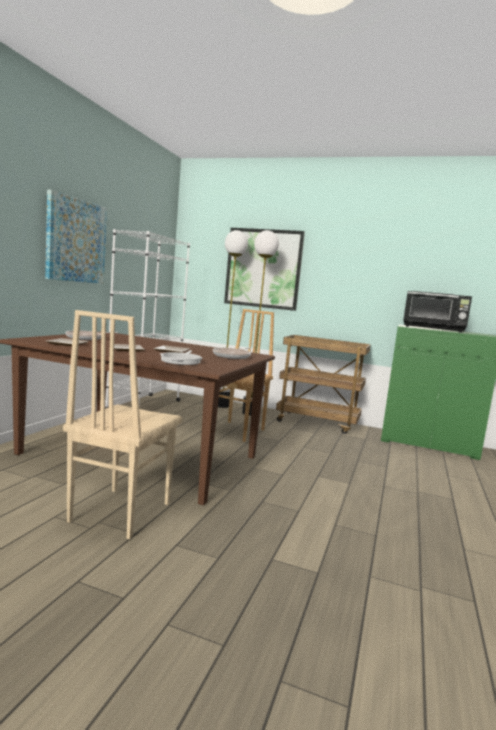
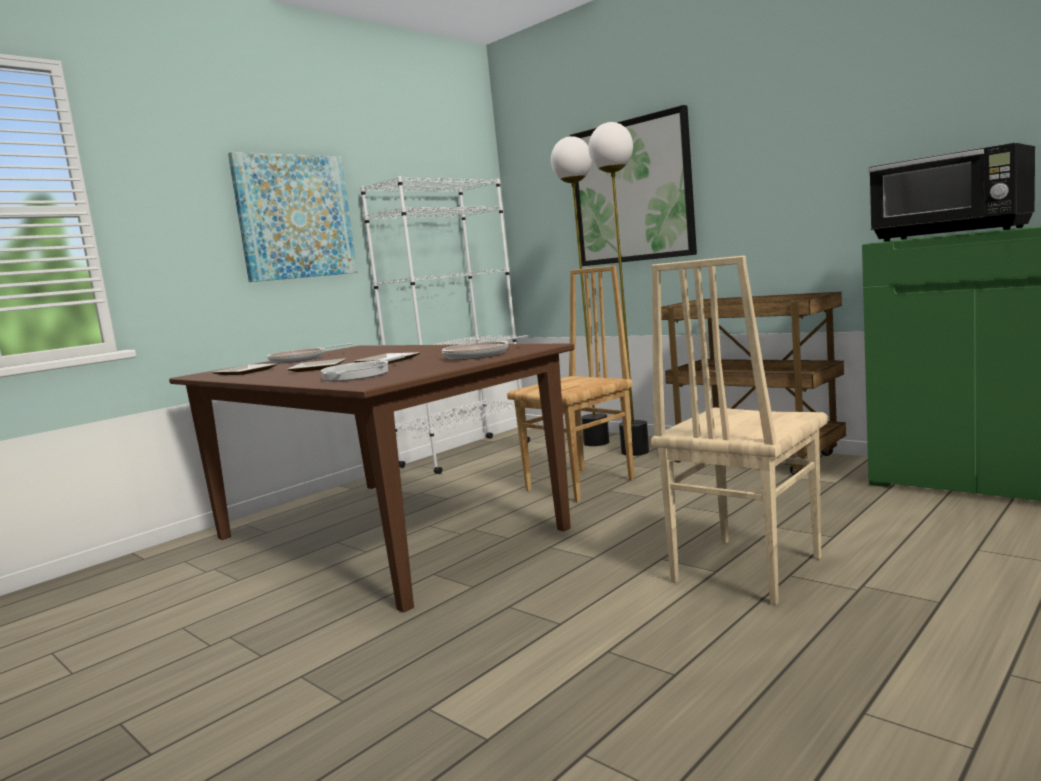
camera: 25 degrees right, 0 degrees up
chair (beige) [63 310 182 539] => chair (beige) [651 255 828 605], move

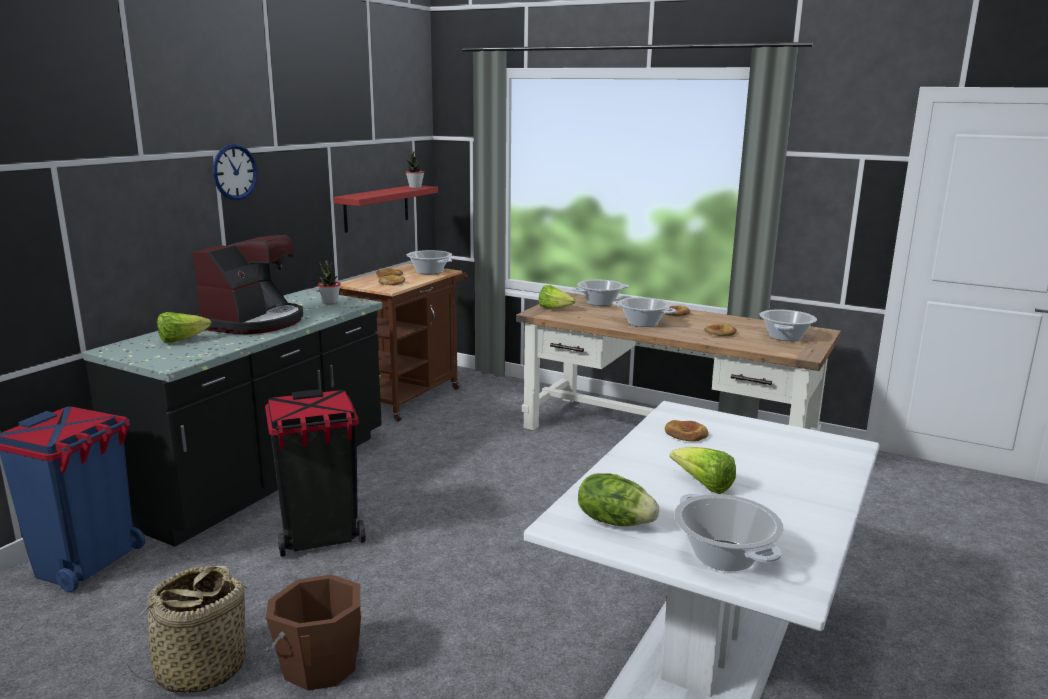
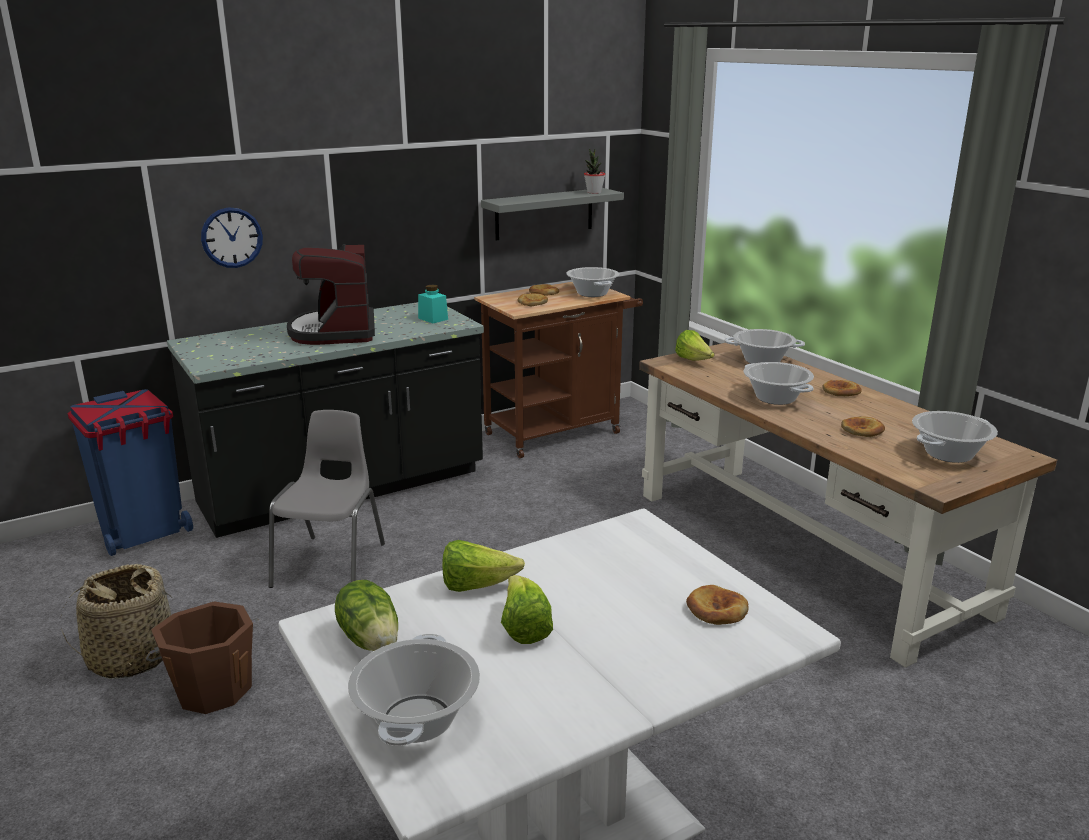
camera: 30 degrees right, 5 degrees up
lettuce [157 312 211 343] => lettuce [442 540 525 592], move
coffee machine [192 235 303 334] => coffee machine [287 244 375 345], 120 degrees clockwise
wall clock [213 144 258 200] => wall clock [201 207 263 268], move
trash can (black) [265 389 366 557] => chair (grey) [269 410 385 588]
potted plant [318 260 341 304] => jar (turquoise) [418 285 448 323]
shelf (red) [333 186 438 233] => shelf (grey) [481 188 624 240]
bread [665 420 708 442] => bread [686 585 749 625], move

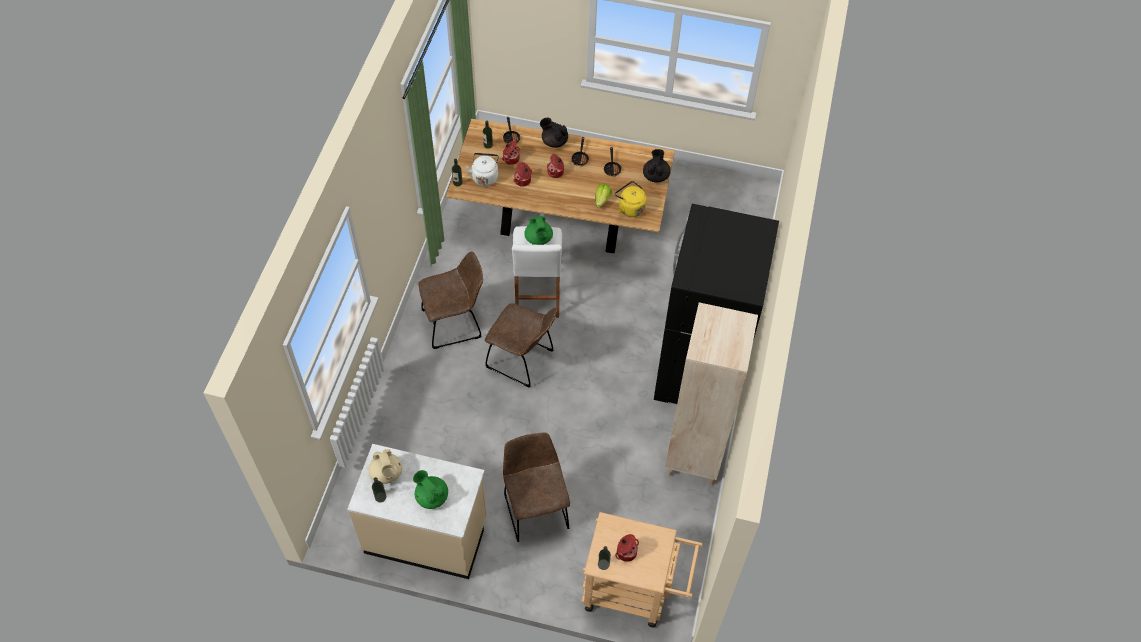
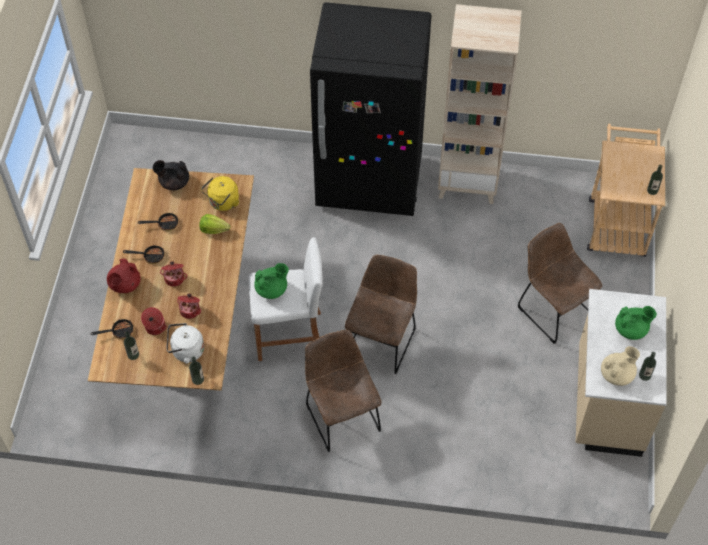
camera: 95 degrees left, 0 degrees up
teapot (green) [413 470 448 509] => teapot (green) [615 306 657 340], 135 degrees counterclockwise
chair (brown) [503 432 570 542] => chair (brown) [518 223 602 344], 75 degrees clockwise
teapot (black) [540 118 568 148] => teapot (red) [107 258 141 293]
cooking pot [615 534 639 562] => nothing

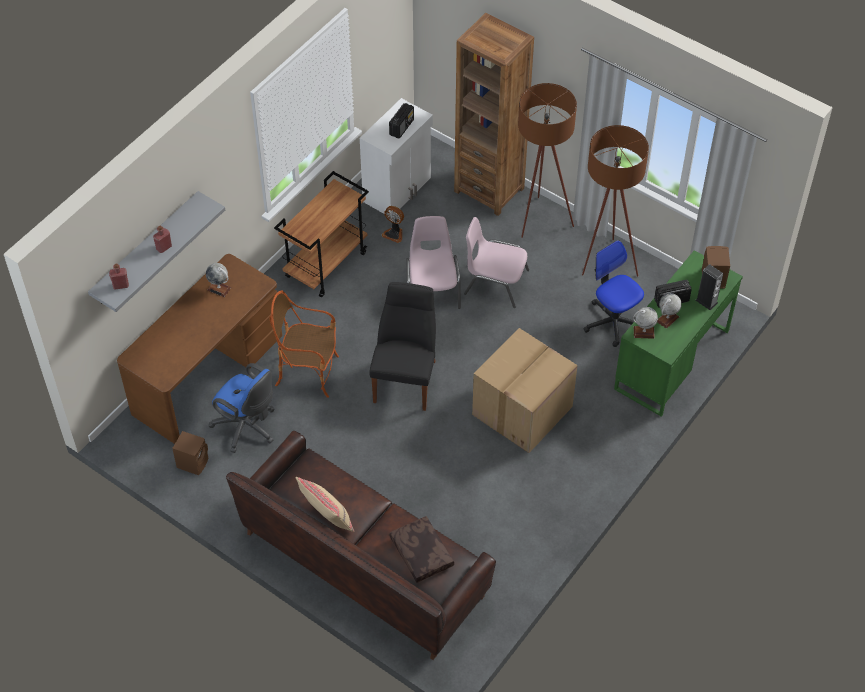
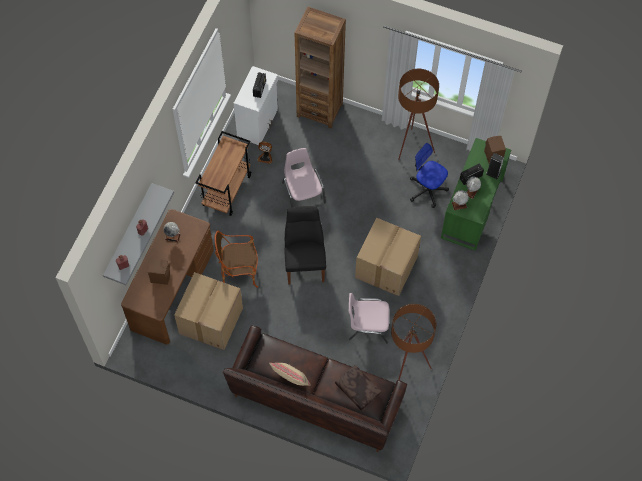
camera: 15 degrees left, 10 degrees up
speaker (brown) [172 431 208 475] => speaker (brown) [148 259 170 285], move
office chair (blue) [209 363 274 453] => cardboard box [174 272 243 350]
chair (pink) [464 217 529 308] => chair (pink) [349 293 389 343], move
floor lamp (brown) [518 83 577 238] => floor lamp (brown) [391 304 436 380], move

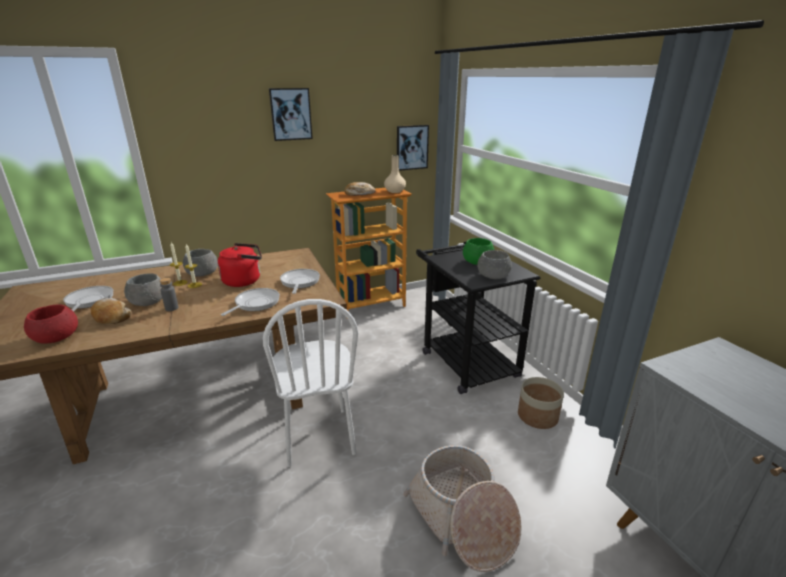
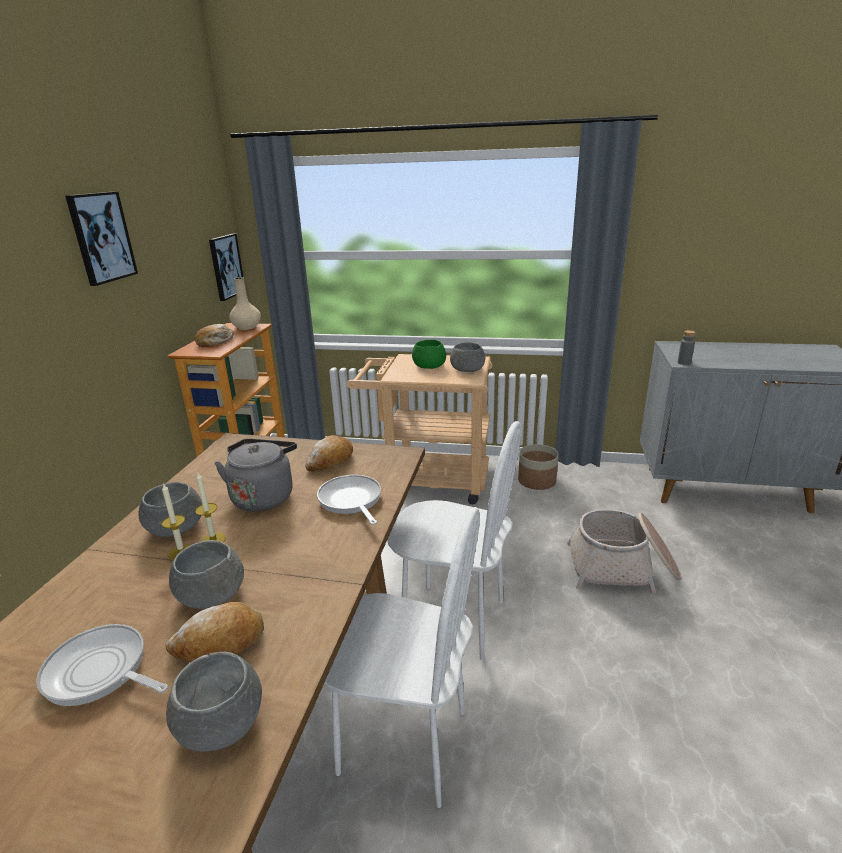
camera: 55 degrees left, 0 degrees up
bowl (red) [24 304 78 344] => bowl (grey) [166 652 262 752]
bottle (grey) [160 278 179 311] => bottle (grey) [678 330 696 365], move
kettle (red) [218 243 262 287] => kettle (grey) [214 439 297 512]
frying pan [280 269 320 294] => bread [305 435 353 471]
cart (black) [416 242 541 394] => cart (beige) [347 354 492 504]
nothing => chair (white) [324 507 480 808]

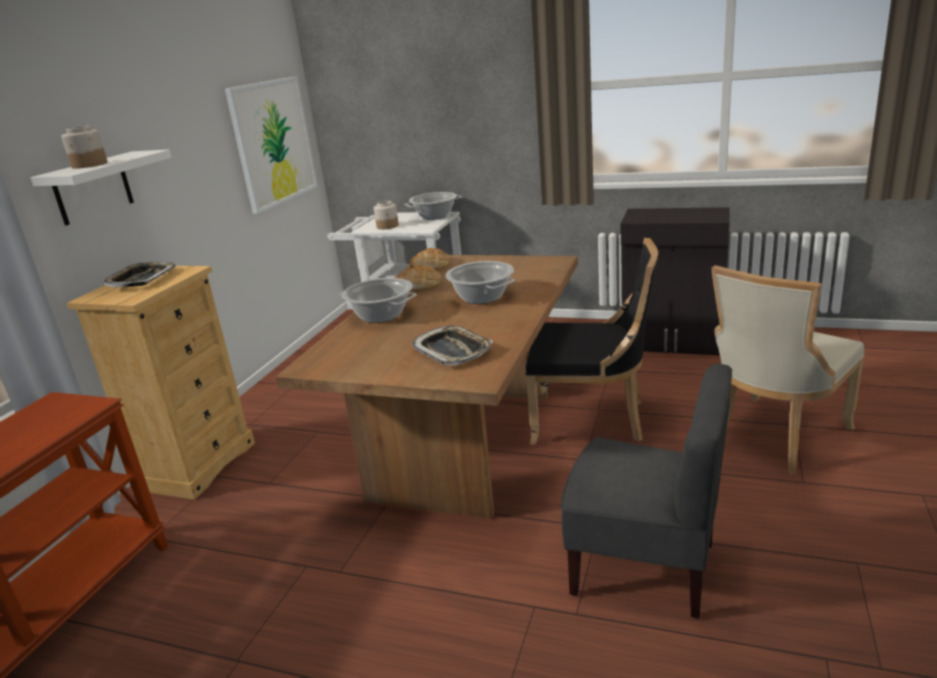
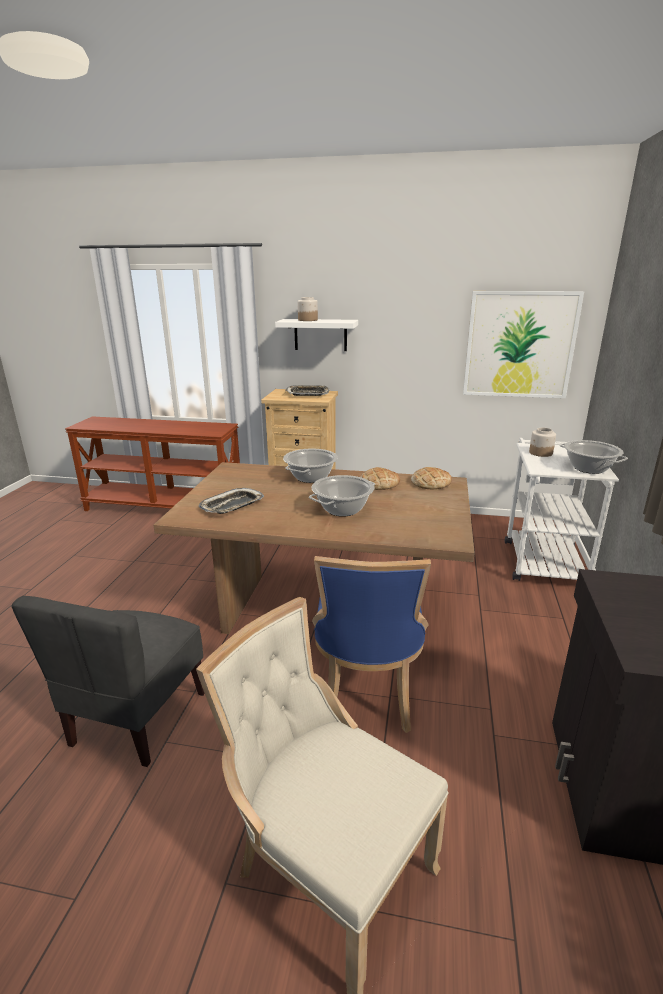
camera: 80 degrees right, 0 degrees up
chair (black) [526 238 658 445] => chair (blue) [312 556 431 733]

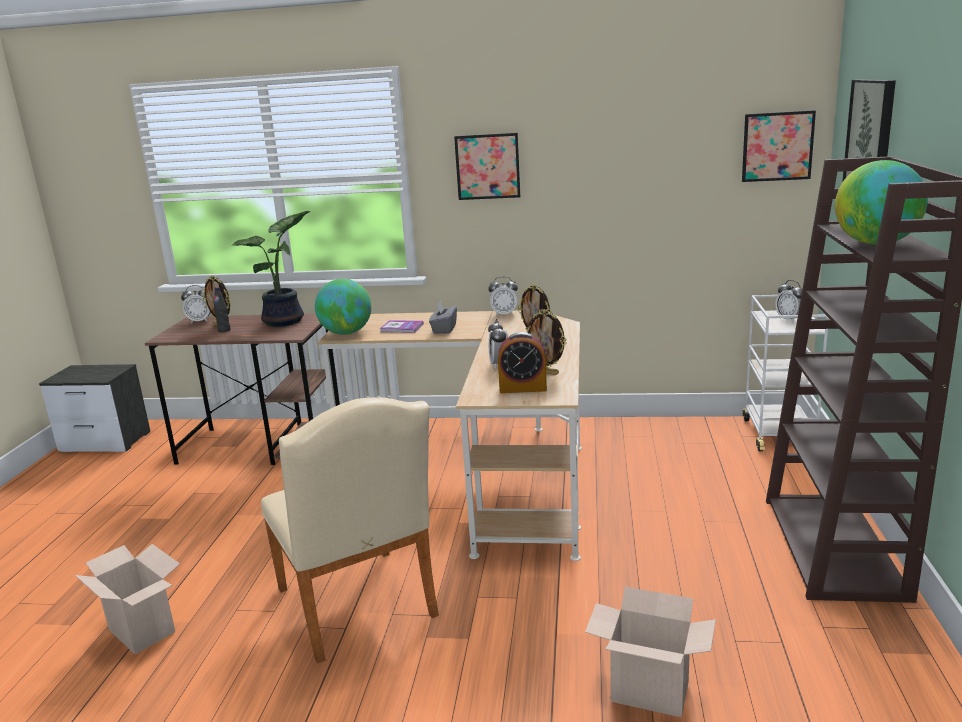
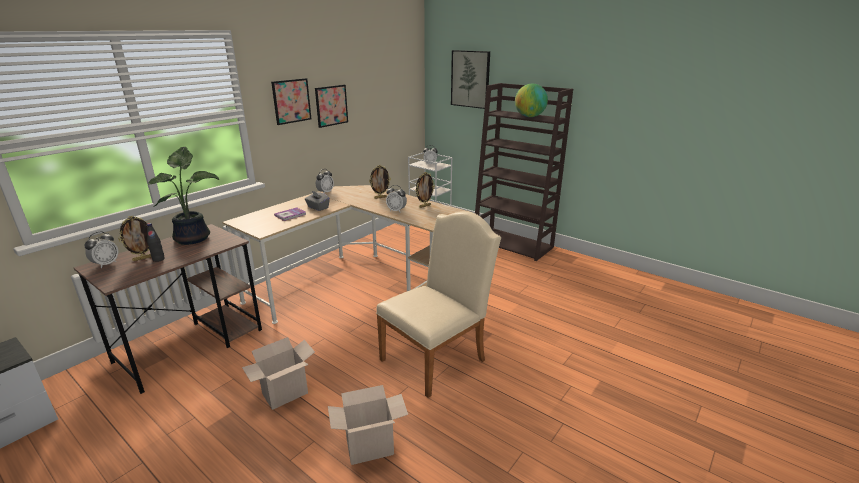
camera: 60 degrees left, 5 degrees up
chair (beige) [261 397 439 663] => chair (beige) [376 211 501 398], 45 degrees counterclockwise
globe [315 279 372 335] => nothing
alarm clock [498 332 547 393] => nothing
cardboard box [585 587 716 717] => cardboard box [242 337 315 410], move
picture [742 110 816 182] => picture [315 85 348 128], move

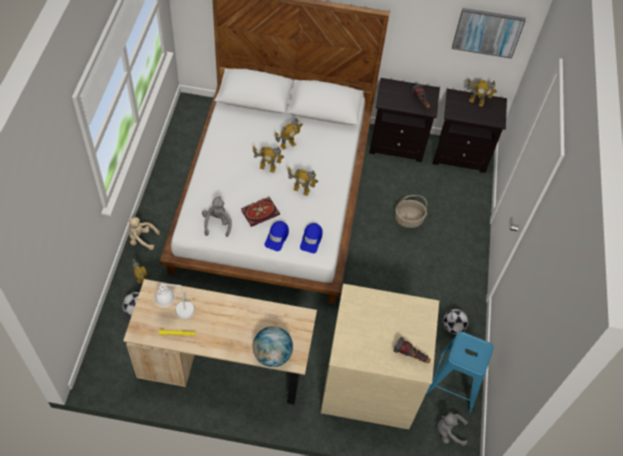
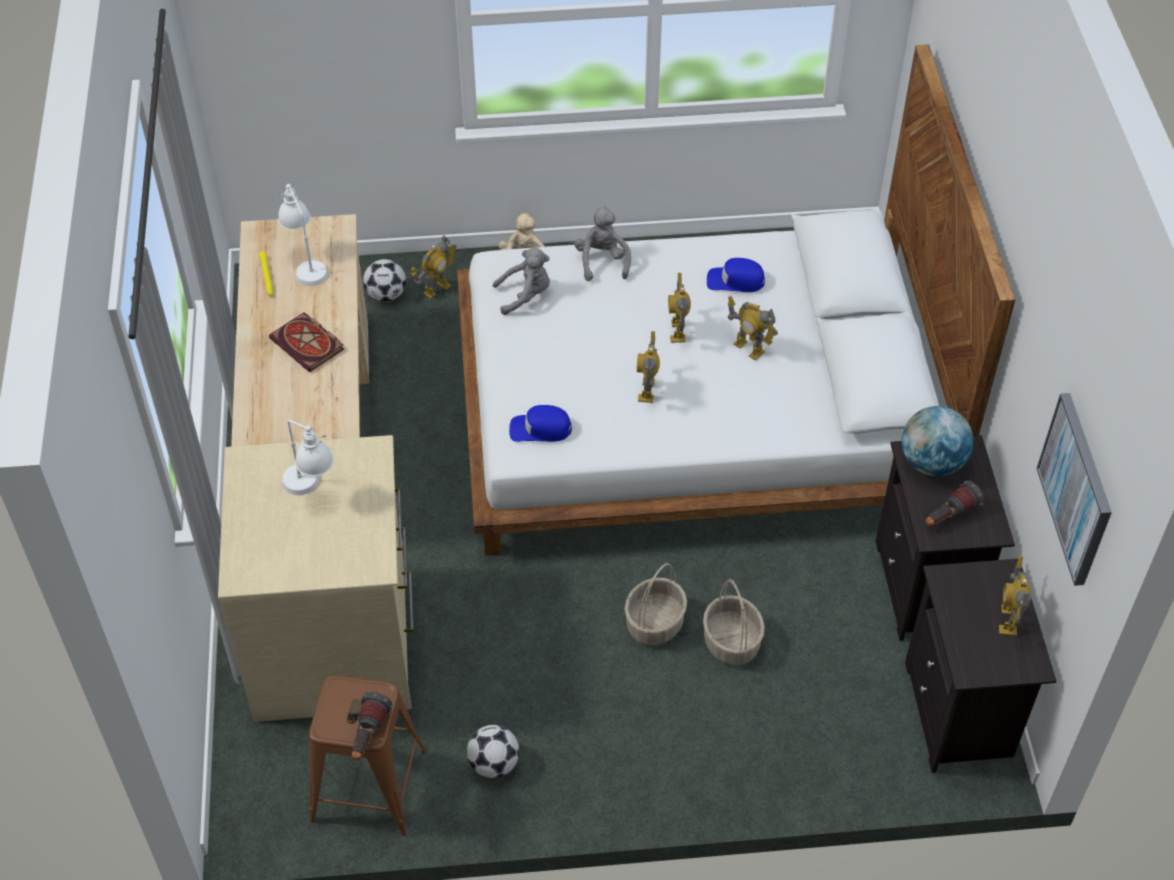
camera: 80 degrees right, 5 degrees down
book [241 197 280 227] => book [269 312 344 372], move
globe [253 326 293 367] => globe [902 406 974 477], move
cap (blue) [264 221 289 251] => cap (blue) [707 258 765 292], move
flashlight [394 337 431 363] => flashlight [352 692 393 760], move
stool (blue) [426 331 493 413] => stool (brown) [309 675 426 836]
plush toy (grey) [437 413 468 446] => plush toy (grey) [574 207 631 281], move
nothing => table lamp (white) [282 420 333 495]
nothing => basket [625 563 687 645]

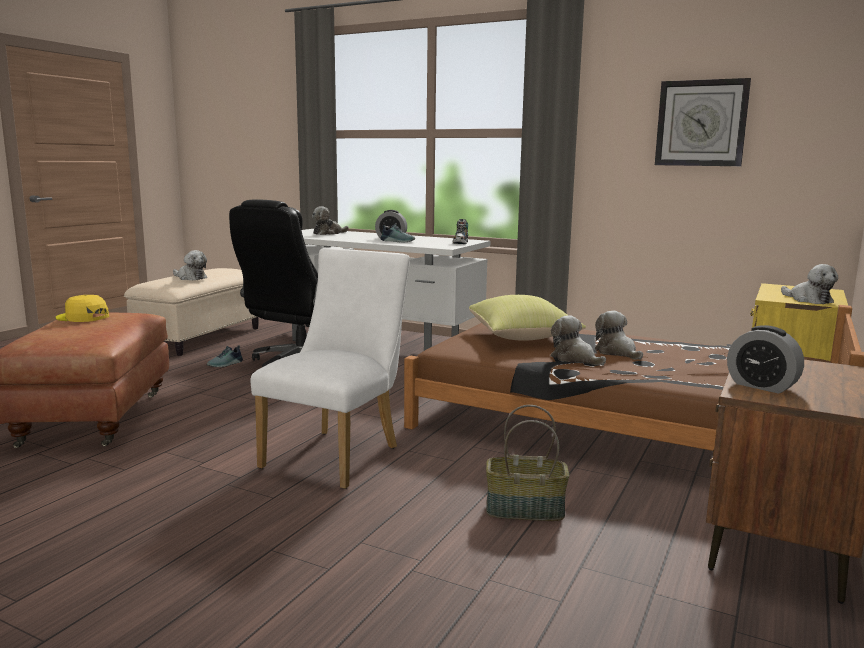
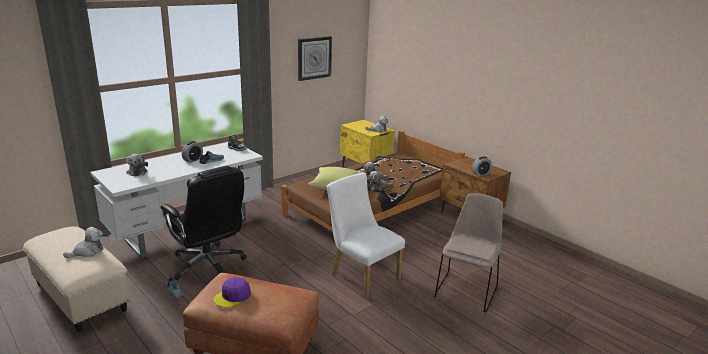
camera: 70 degrees left, 10 degrees up
cap (yellow) [56 295 109 322] => cap (purple) [214 277 251 307]
basket [486 405 569 521] => nothing
nothing => chair (beige) [434 194 503 312]

